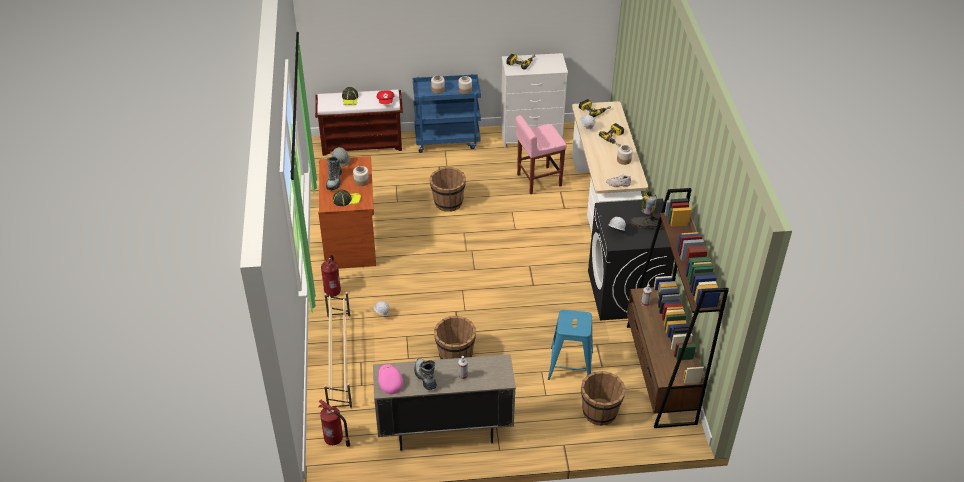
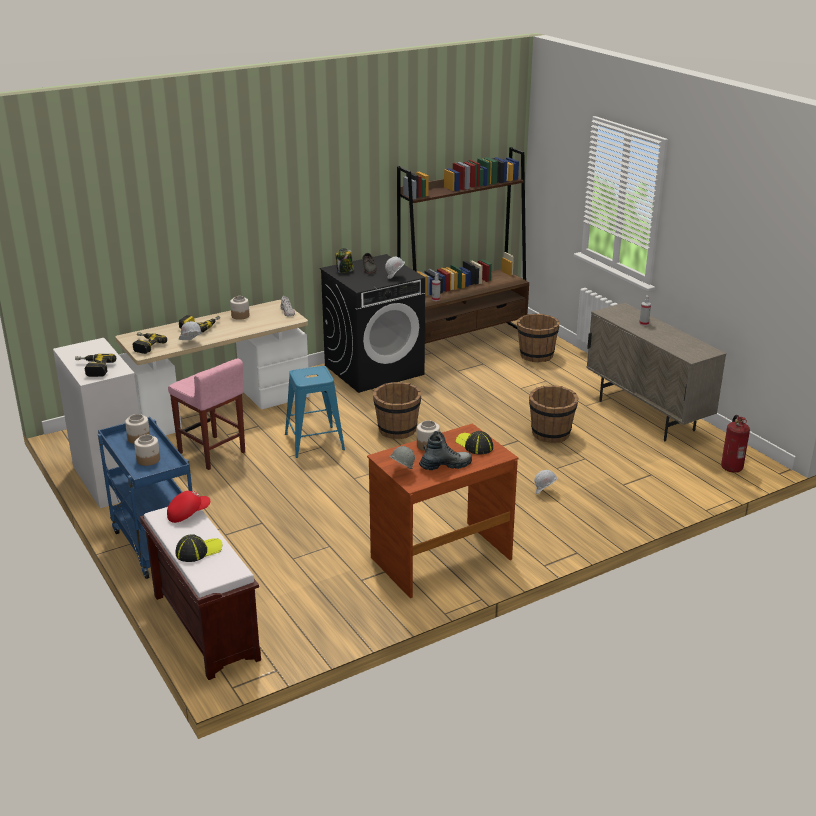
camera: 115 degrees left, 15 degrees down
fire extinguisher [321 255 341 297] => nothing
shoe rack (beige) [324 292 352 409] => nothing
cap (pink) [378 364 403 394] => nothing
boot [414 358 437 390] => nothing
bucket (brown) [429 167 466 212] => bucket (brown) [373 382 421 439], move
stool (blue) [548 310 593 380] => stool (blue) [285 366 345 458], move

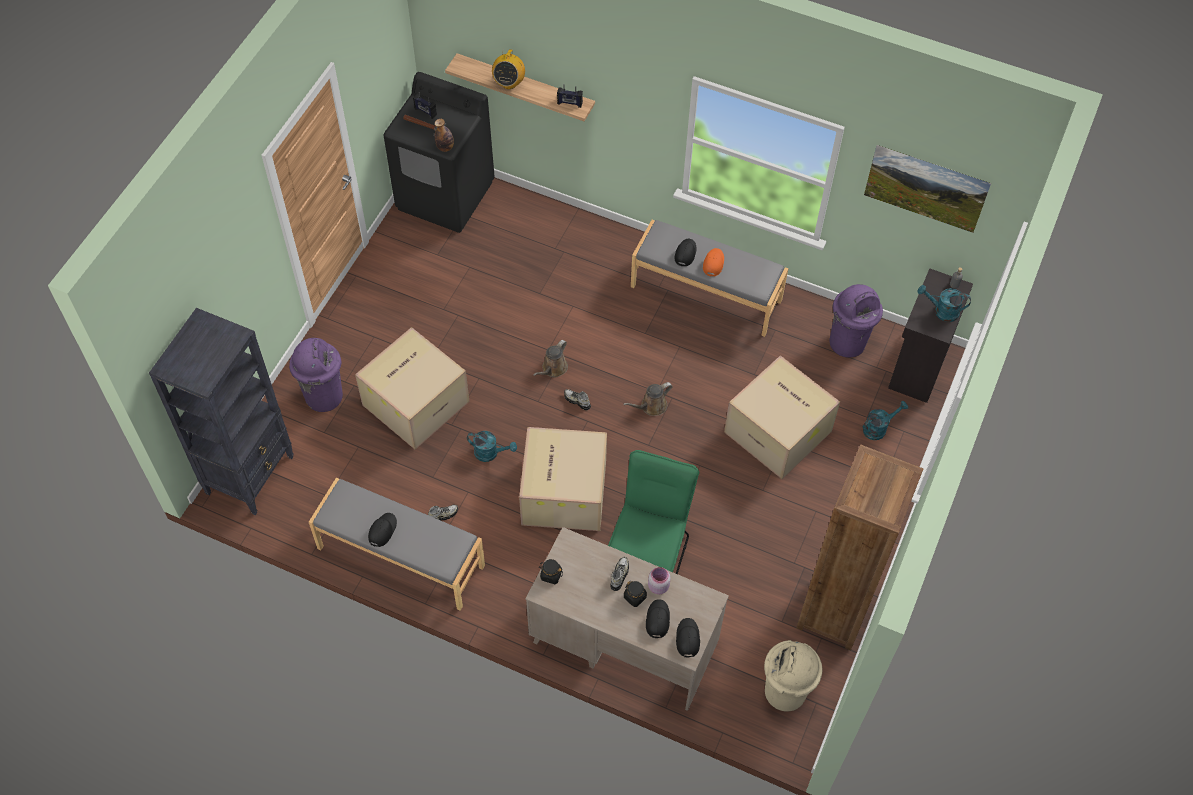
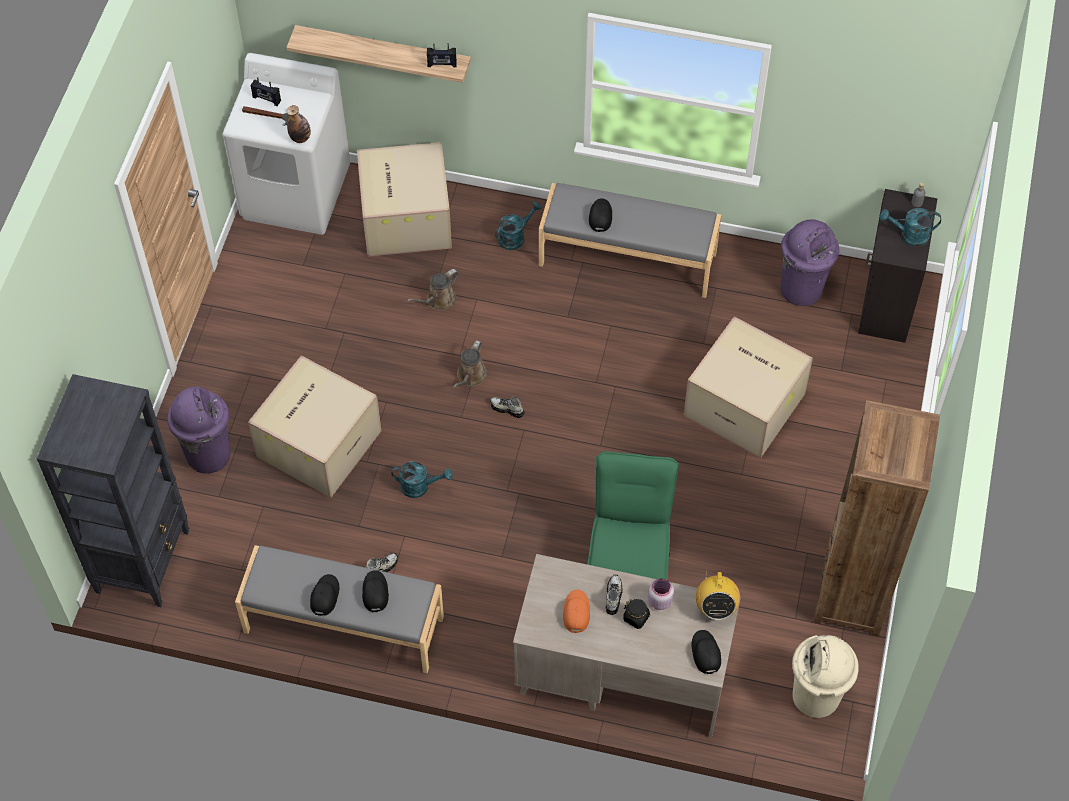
camera: 10 degrees left, 0 degrees up
washing machine (black) [383 72 495 233] => washing machine (white) [223 53 350 235]
radio [492 49 525 89] => radio [696 568 740 620], move
cardboard box [519 427 607 531] => cardboard box [357 142 452 256], move
jar (black) [539 559 563 584] => nothing
watering can (brown) [623 382 673 416] => watering can (brown) [407 269 459 310], move
cap (black) [646 599 670 638] => cap (black) [362 570 389 613], move
cap (orange) [703 248 724 276] => cap (orange) [563 590 590 633], move
watering can (turquoise) [863 401 908 440] => watering can (turquoise) [495 201 542 250], move
picture [864 145 991 233] => nothing

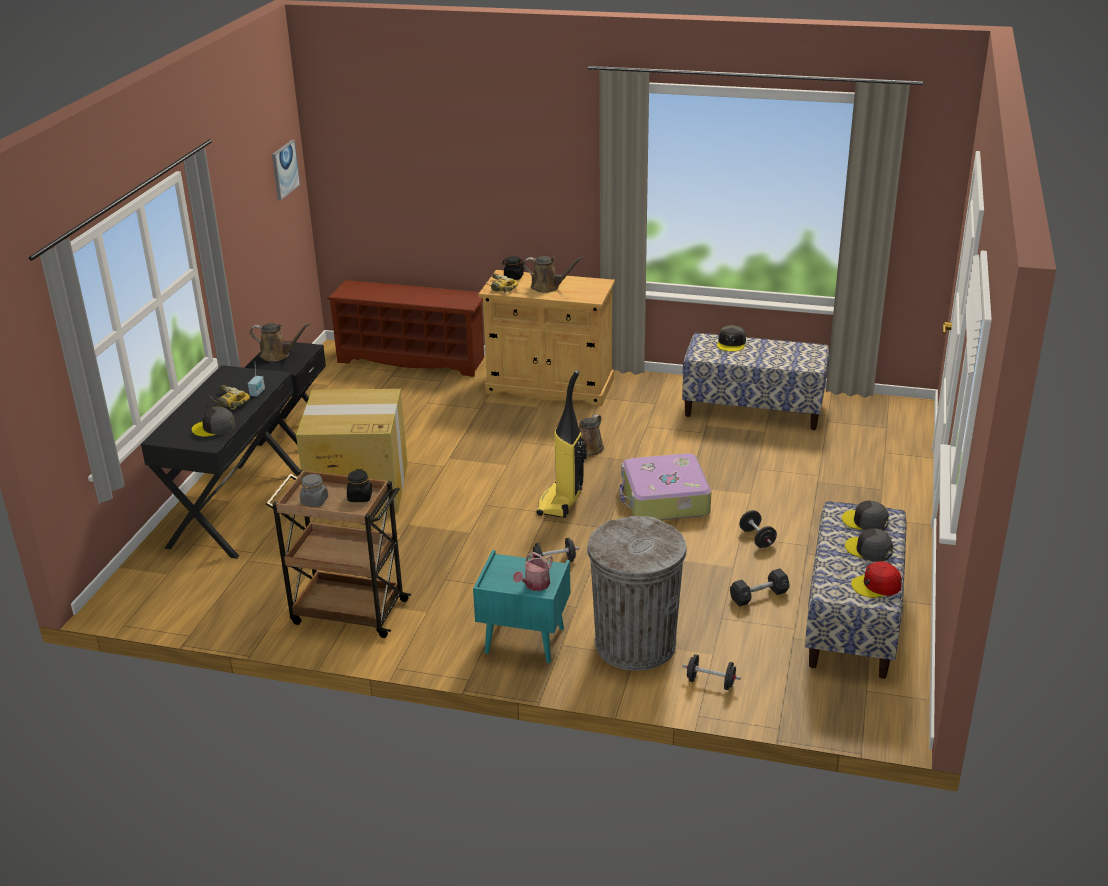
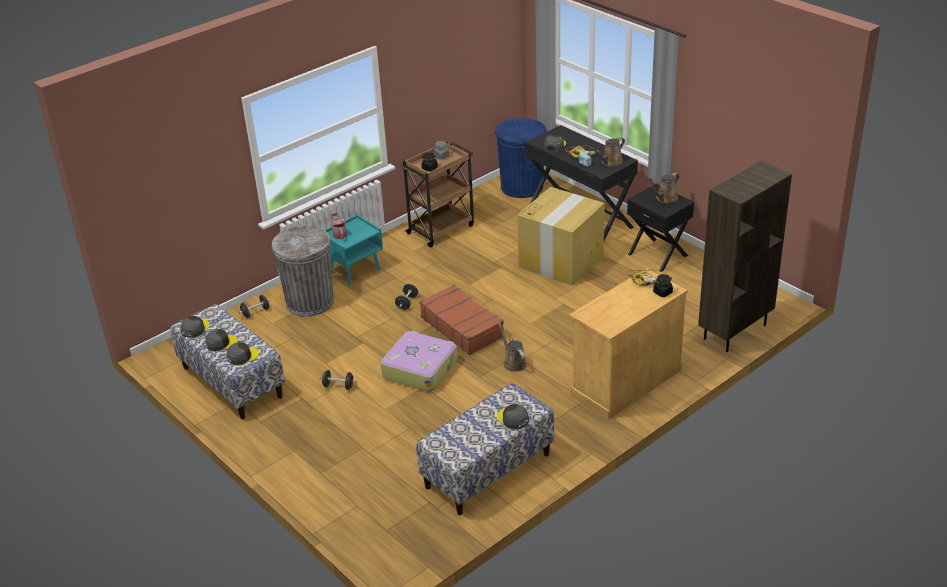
camera: 125 degrees right, 5 degrees up
picture [272 140 300 200] => nothing
shoe rack (brown) [327 280 484 377] => bookcase (brown) [698 161 792 352]
watering can (brown) [523 256 583 293] => watering can (brown) [591 137 625 167], move
vacuum cleaner [536 370 586 518] => suitcase (brown) [419 285 504 355]
dumbbell (black) [730 568 790 607] => nothing
cap (red) [851 561 902 598] => cap (grey) [181 316 209 338]
nothing => trash can (blue) [495 118 547 198]

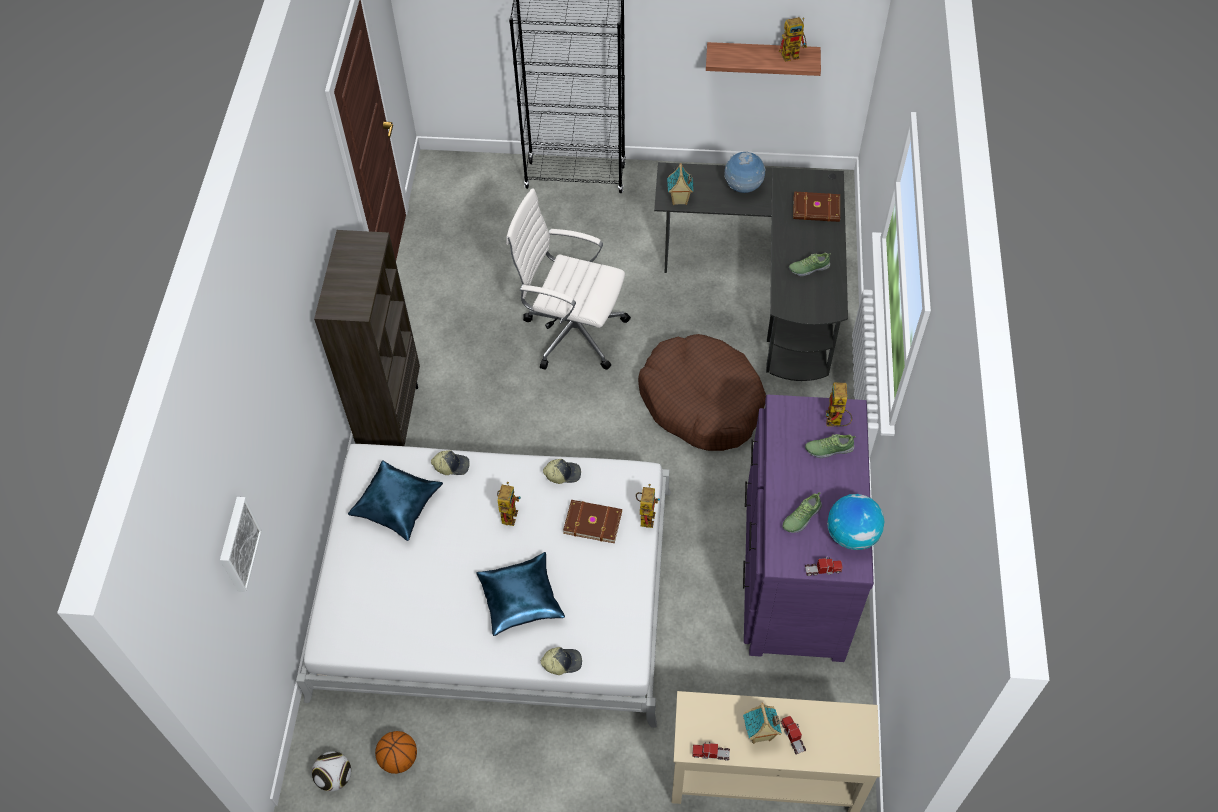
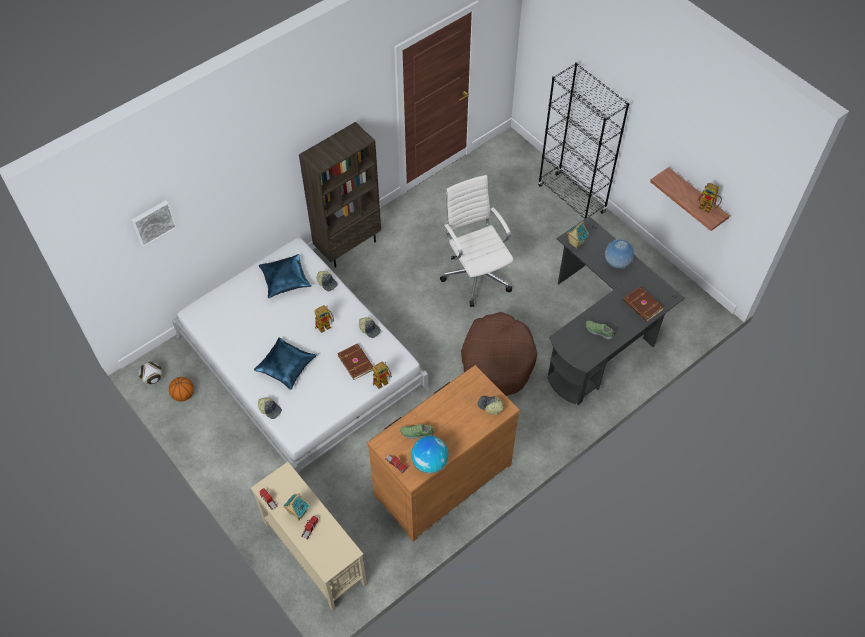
camera: 45 degrees right, 0 degrees up
dresser (purple) [743 394 874 662] => dresser (brown) [367 365 520 542]
shoe [805 434 856 458] => nothing
toy robot [826 382 852 426] => cap [478 396 504 415]

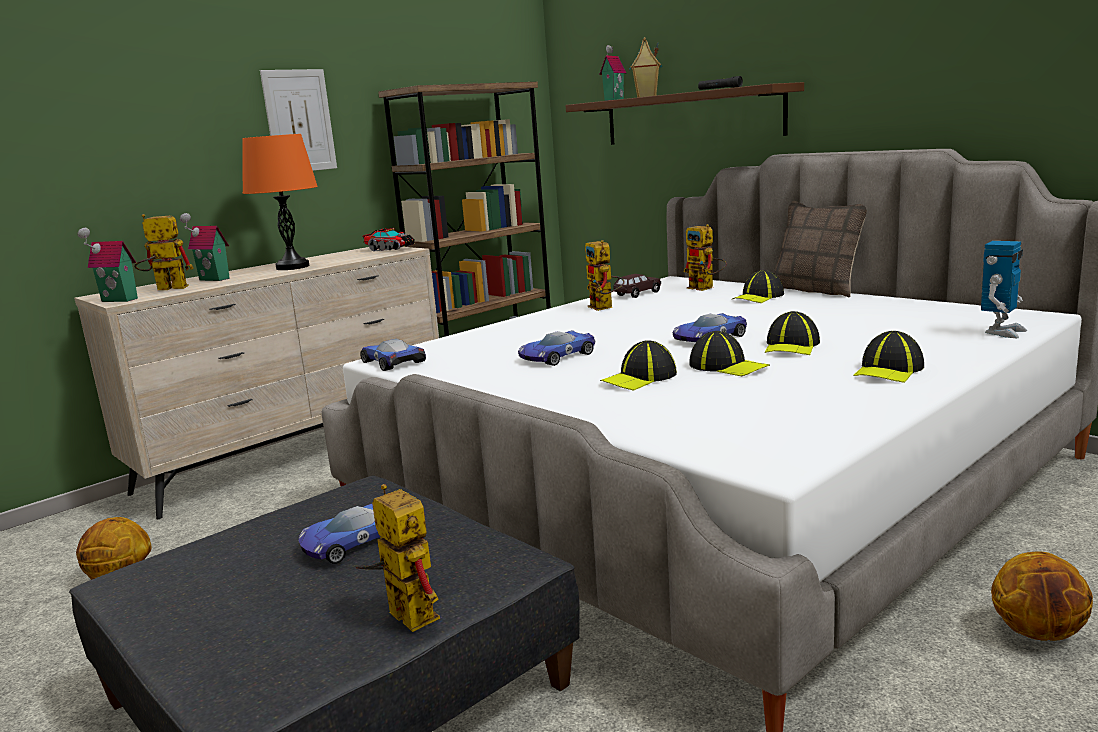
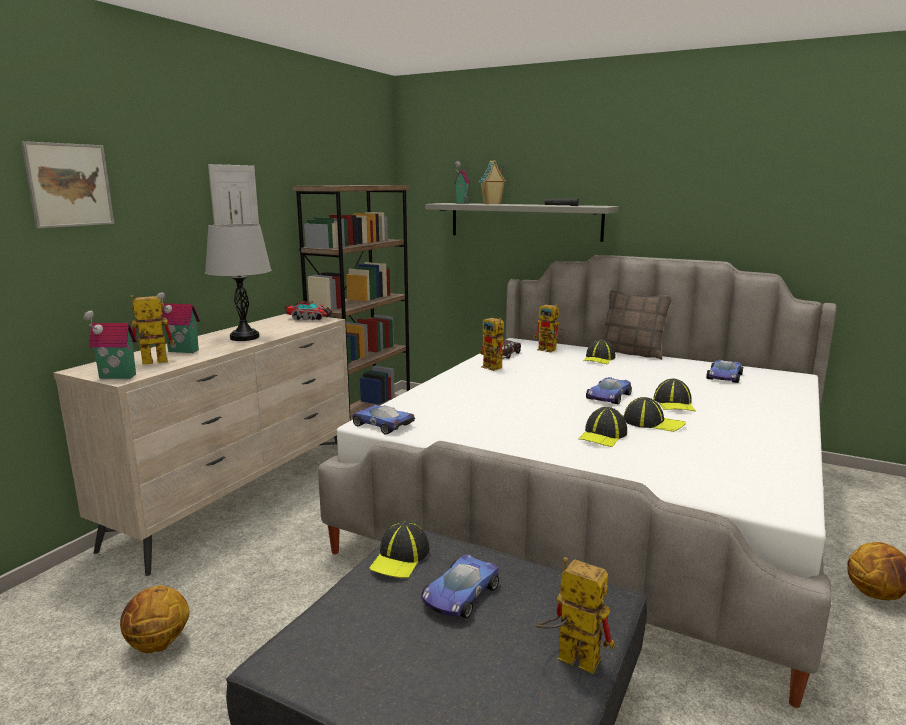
camera: 20 degrees left, 0 degrees up
table lamp (orange) [242 134 318 270] => table lamp (grey) [205 224 271 341]
toy car [518 330 596 366] => toy car [706 359 743 383], move
shelf (brown) [566 82 804 145] => shelf (grey) [425 203 619 242]
cap [853 331 924 383] => cap [369 521 430 578], move
toy robot [981 241 1027 338] => nothing
nothing => picture [21 141 114 229]

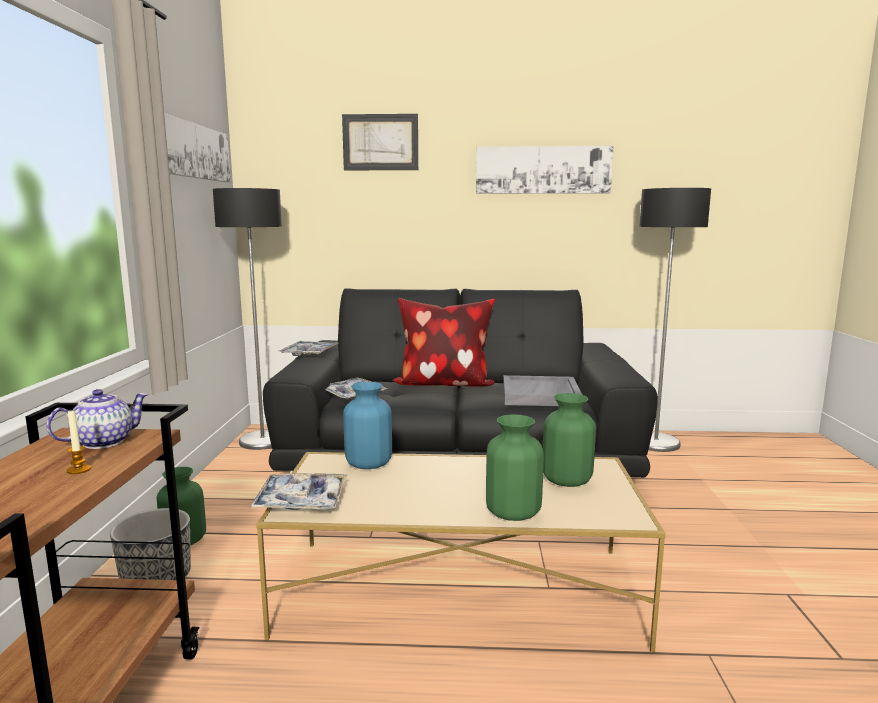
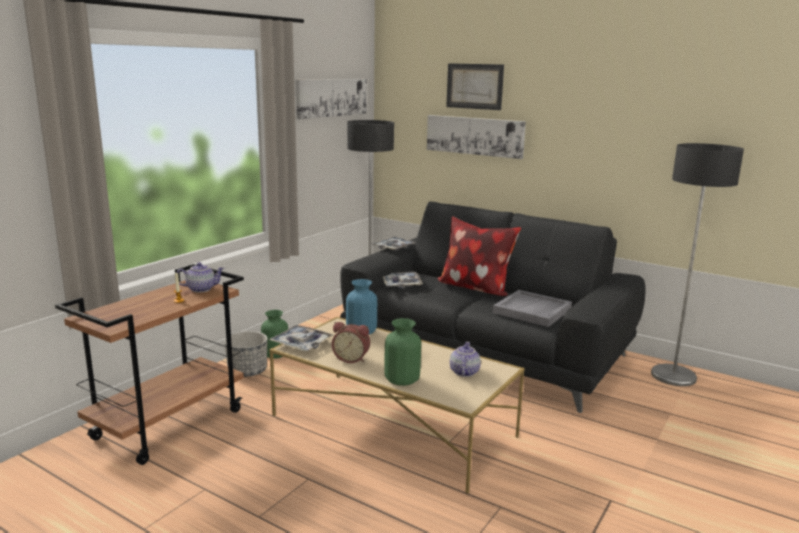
camera: 30 degrees right, 5 degrees up
picture [476 146 613 194] => picture [427 115 526 159], move
vase (green) [543 393 596 487] => teapot [450 342 481 377]
nothing => alarm clock [332 322 370 363]

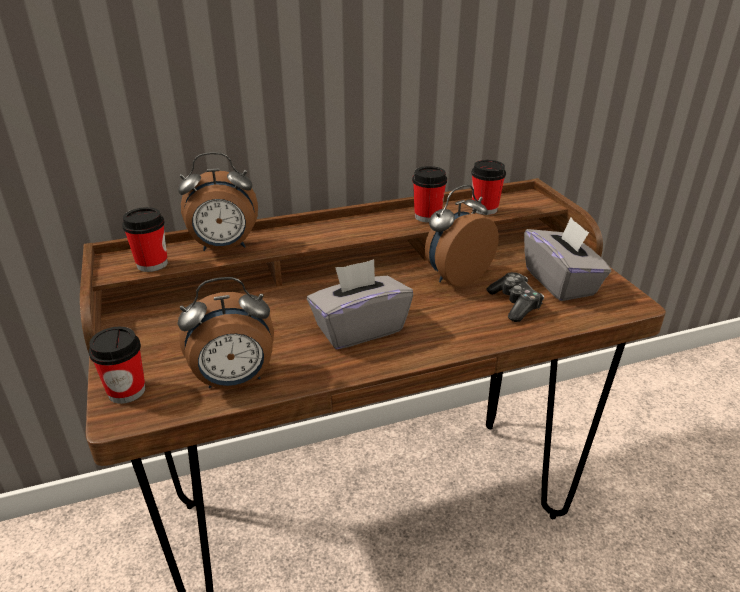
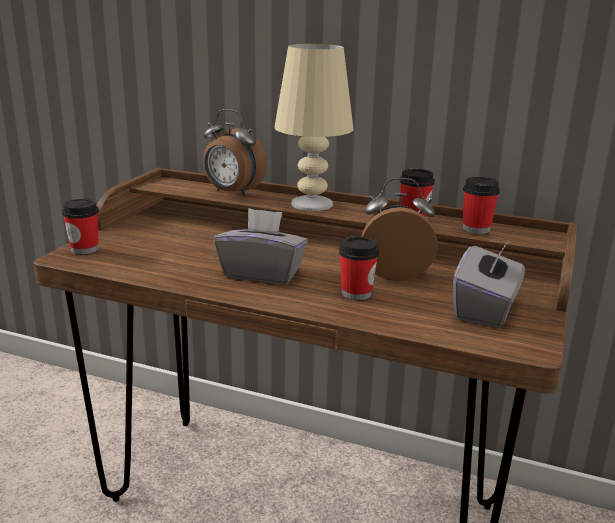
camera: 40 degrees right, 10 degrees down
cup [122 207 168 272] => cup [339 236 379 300], move
alarm clock [178 277 274 389] => nothing
game controller [487 272 544 322] => nothing
nothing => table lamp (beige) [275 44 353 211]

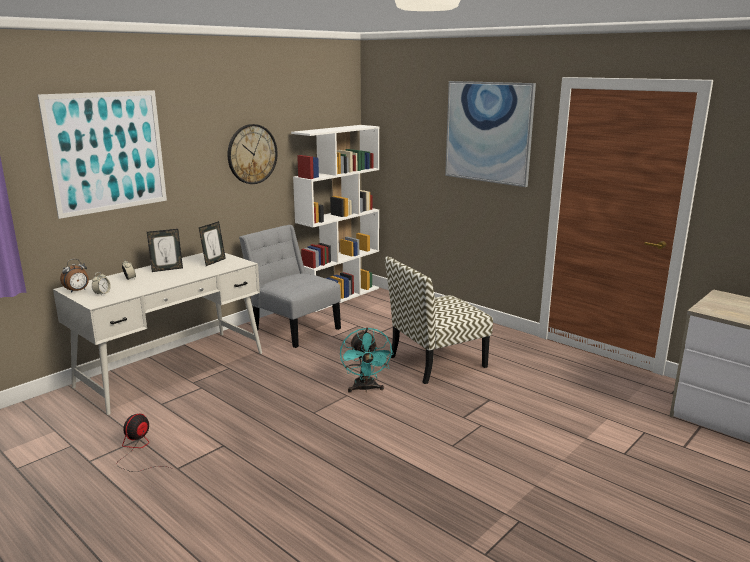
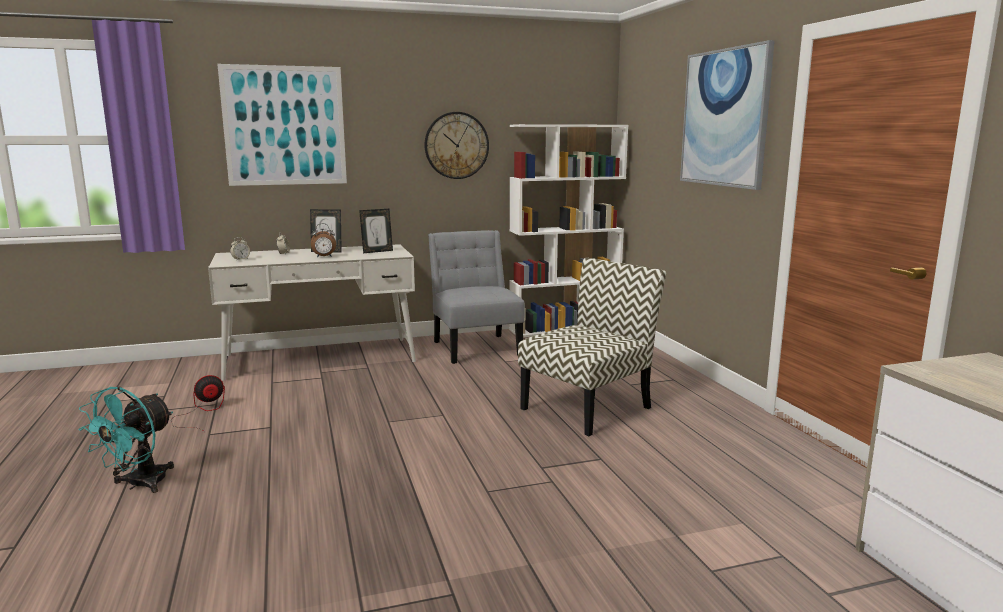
camera: 30 degrees right, 5 degrees down
alarm clock [60 259 89 293] => alarm clock [311 223 336 257], move
fan (turquoise) [340 327 393 393] => fan (turquoise) [78 386 174 493], move
chair [385 256 493 384] => chair [518 258 666 436], 135 degrees clockwise

